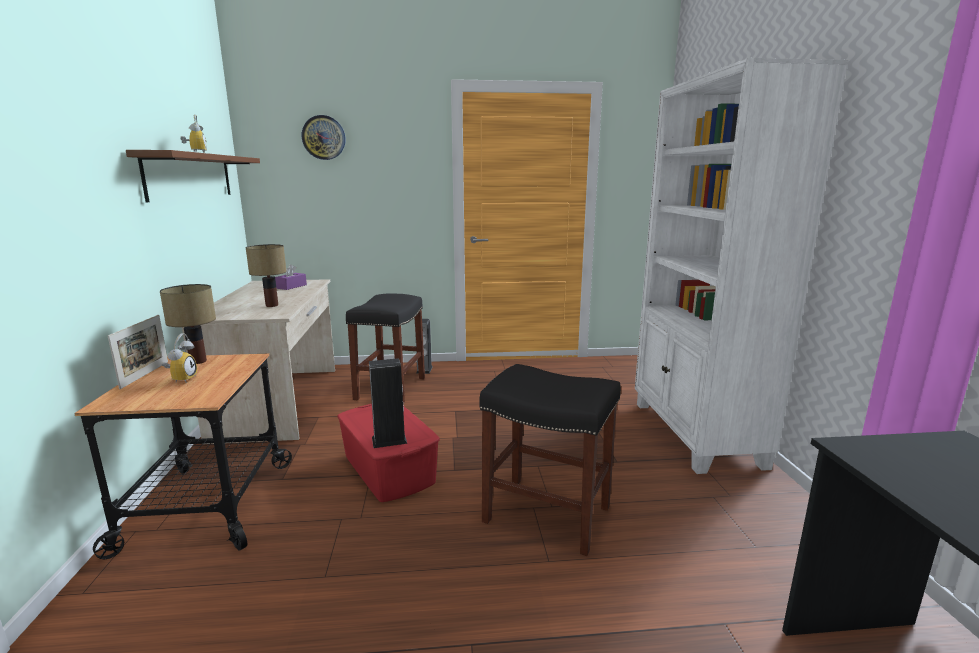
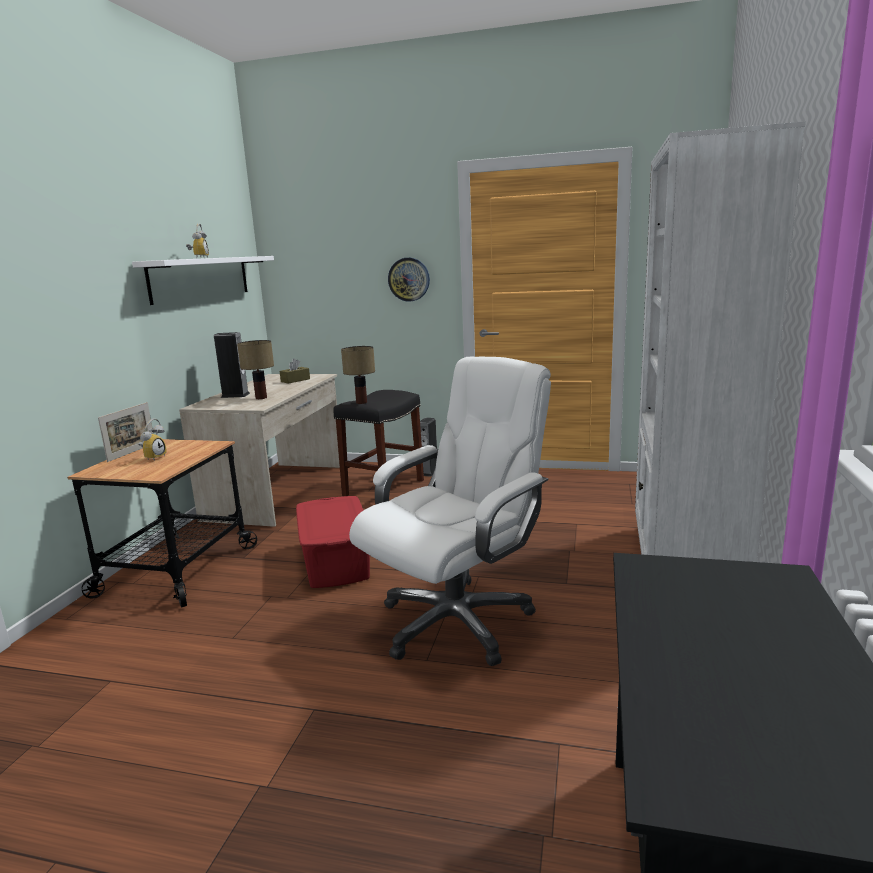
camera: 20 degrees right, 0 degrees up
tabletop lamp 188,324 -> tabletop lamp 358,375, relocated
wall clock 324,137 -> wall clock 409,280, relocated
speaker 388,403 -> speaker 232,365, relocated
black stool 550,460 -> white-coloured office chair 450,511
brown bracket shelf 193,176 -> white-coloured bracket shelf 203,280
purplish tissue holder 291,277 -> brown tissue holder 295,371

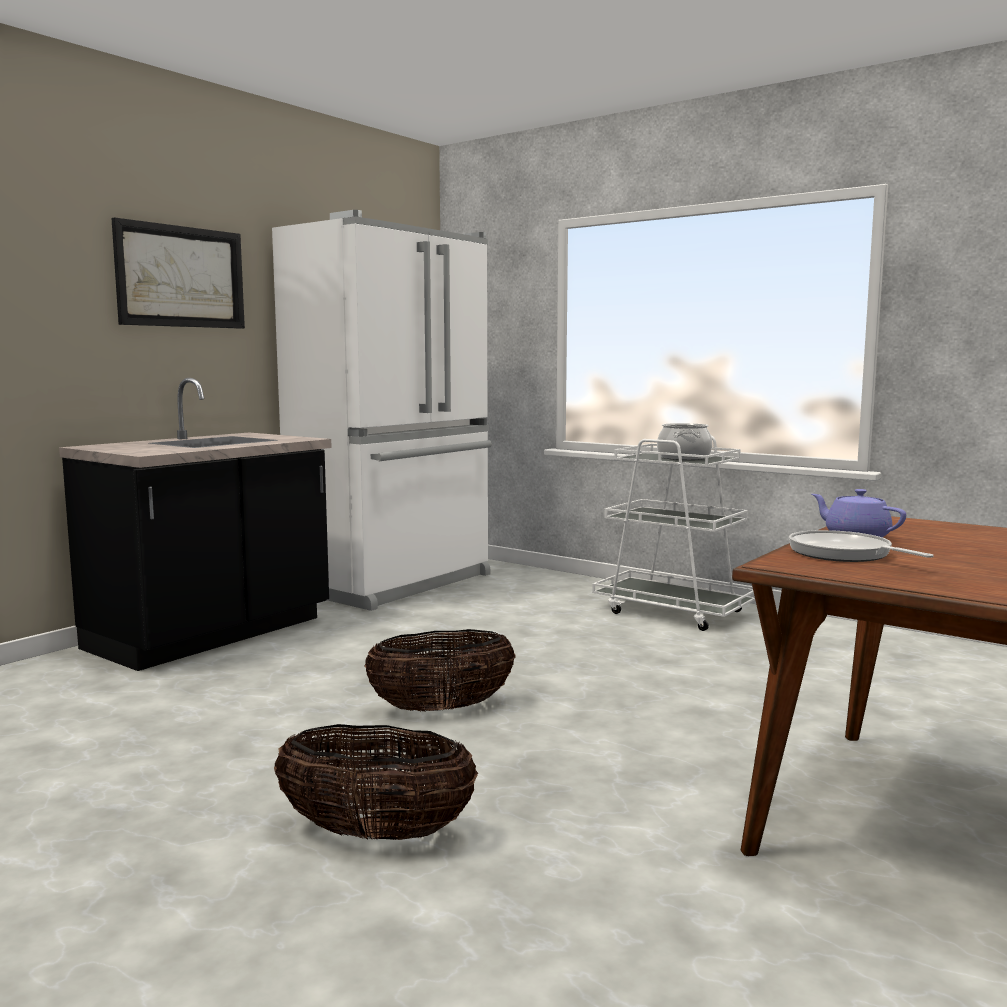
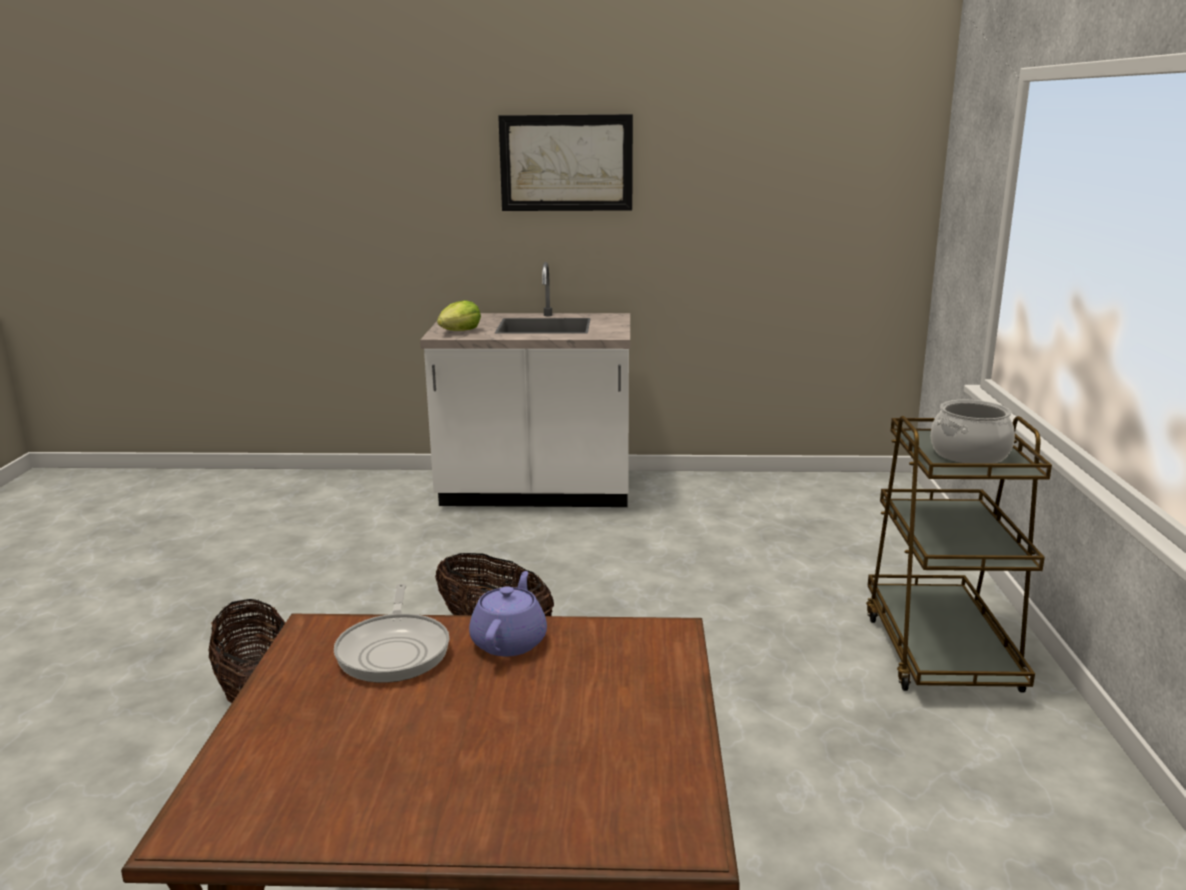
camera: 55 degrees right, 10 degrees up
white-coloured refrigerator 382,410 -> none
none -> lettuce 459,315
black kitchen base unit 195,524 -> white-coloured kitchen base unit 525,384
white-coloured cart 673,533 -> brown cart 959,554
pan 861,546 -> pan 391,633, 150 degrees clockwise

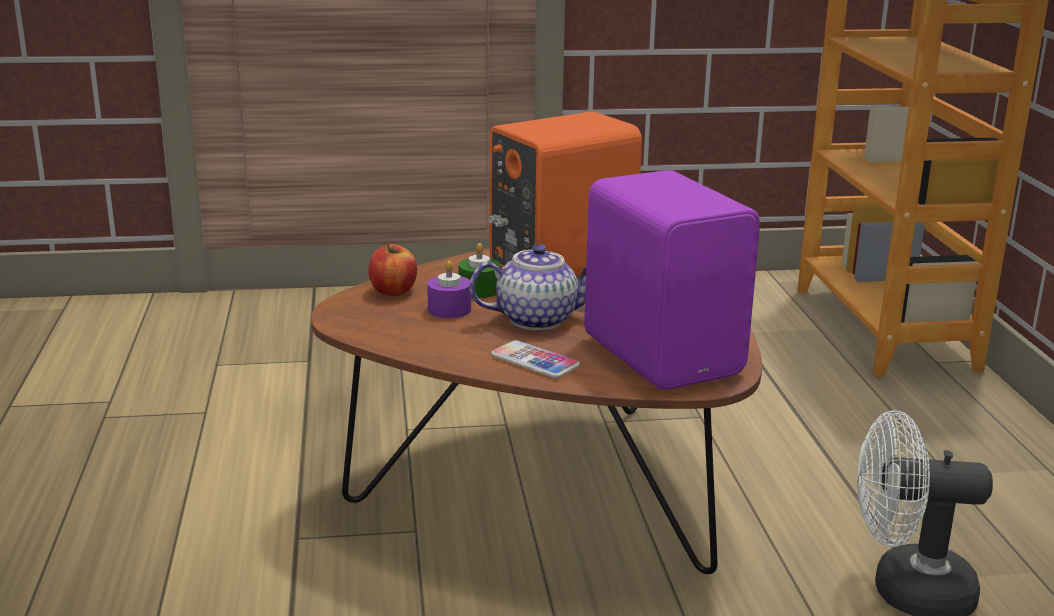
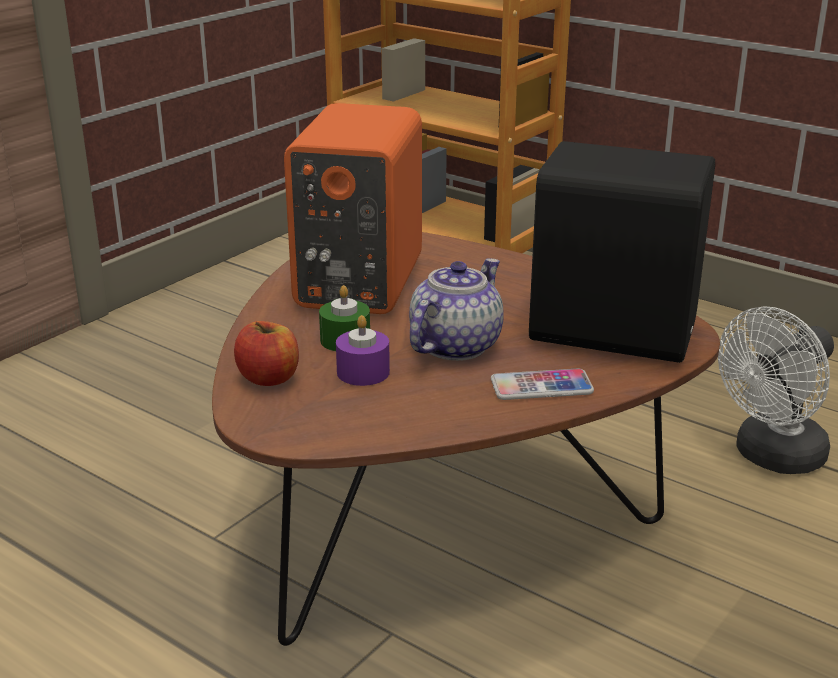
camera: 45 degrees left, 5 degrees up
purplish speaker 672,280 -> black speaker 622,252

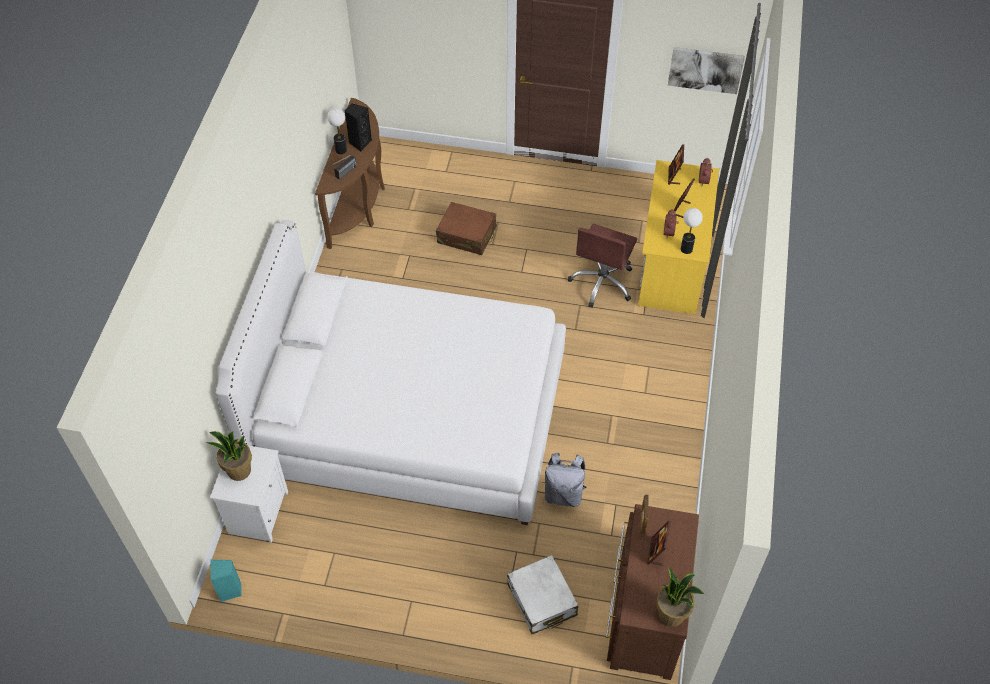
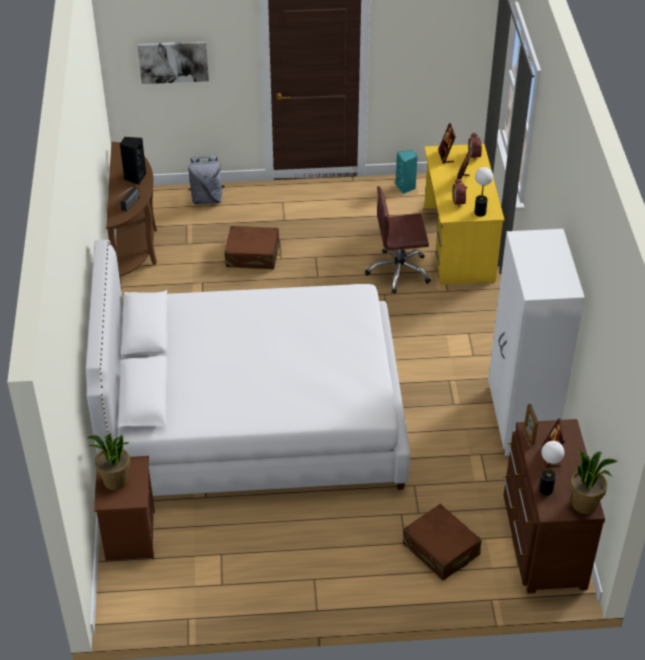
camera: 15 degrees left, 10 degrees down
none -> white-coloured clothes cupboard 536,342
blue-green speaker 226,580 -> blue-green speaker 406,172, relocated
tabletop lamp 337,131 -> tabletop lamp 551,468, relocated
greyish backpack 564,480 -> greyish backpack 206,180, relocated
wall art 706,70 -> wall art 173,62, relocated
white-coloured nightstand 249,494 -> brown nightstand 124,508
white-coloured suitcase 542,594 -> brown suitcase 442,542
brown office chair 602,266 -> brown office chair 398,240, 75 degrees clockwise

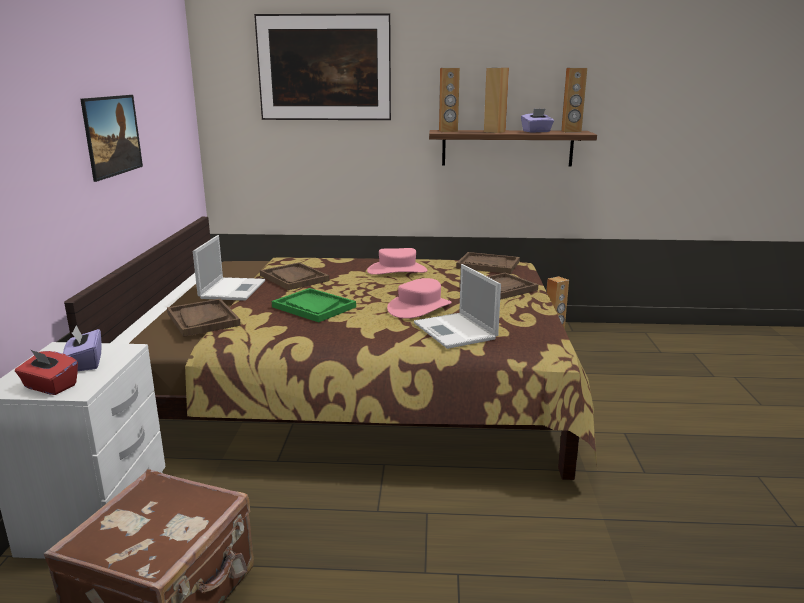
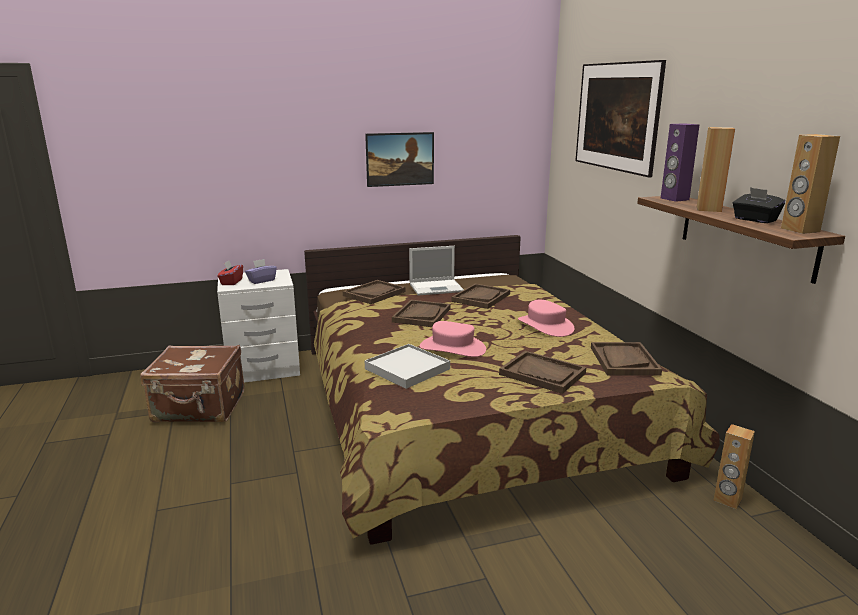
camera: 70 degrees right, 0 degrees up
laptop 457,306 -> white-coloured tray 407,366
green-coloured tray 314,305 -> brown tray 421,313
brown speaker 449,100 -> purplish speaker 680,162
purplish tissue holder 537,121 -> black tissue holder 759,205

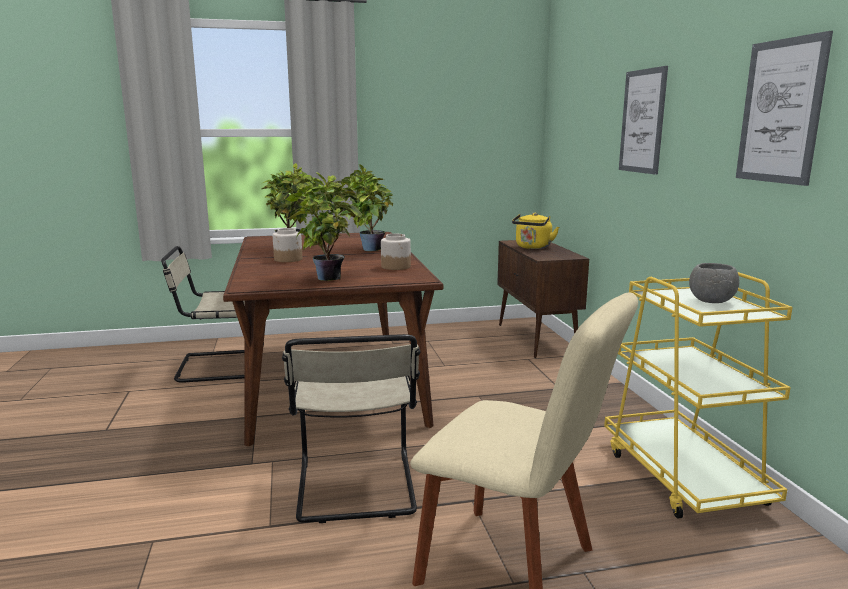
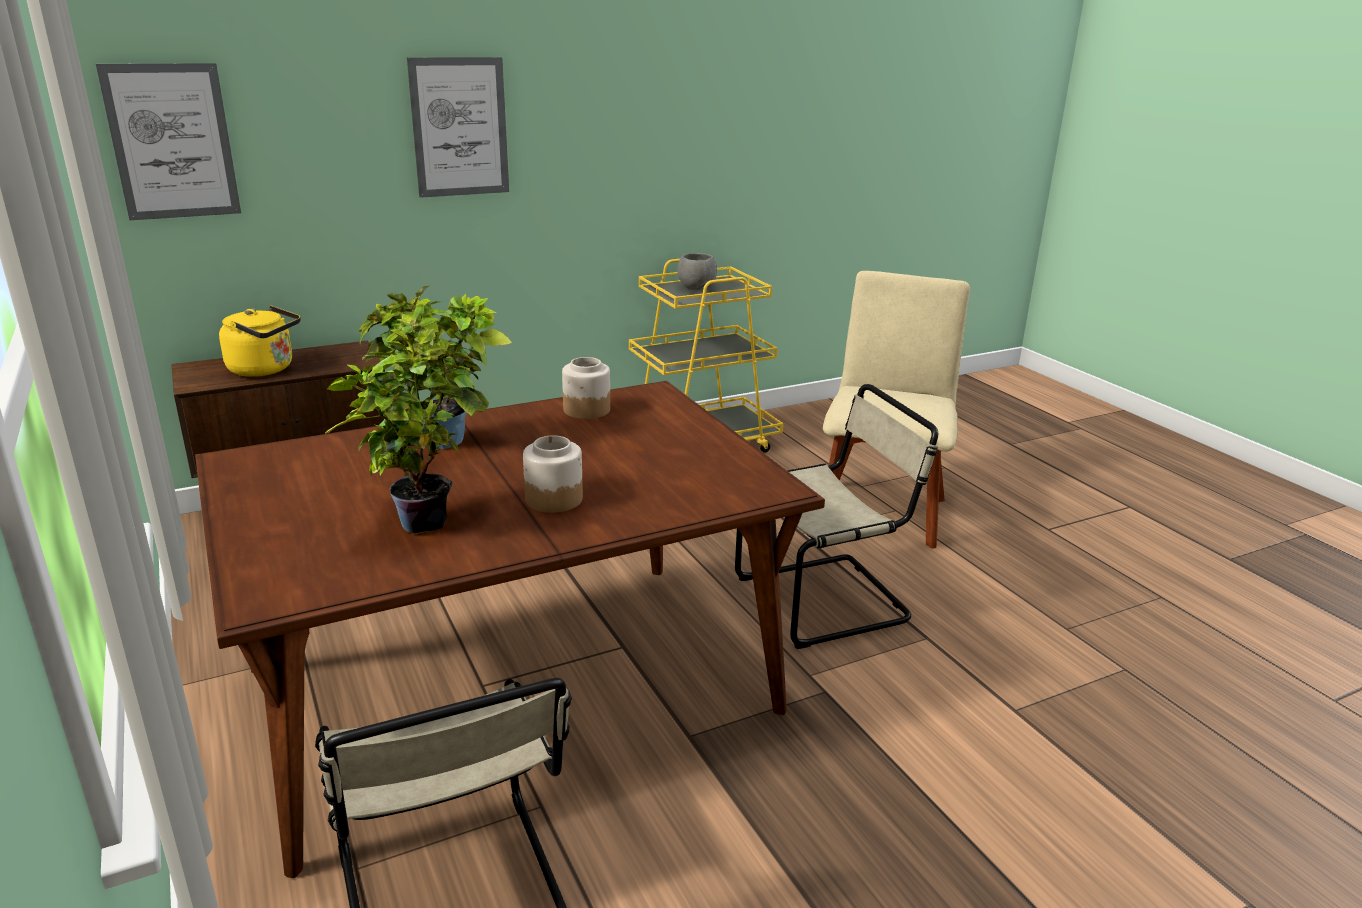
camera: 105 degrees left, 10 degrees up
potted plant 324,226 -> none
wall art 784,108 -> wall art 168,141, relocated

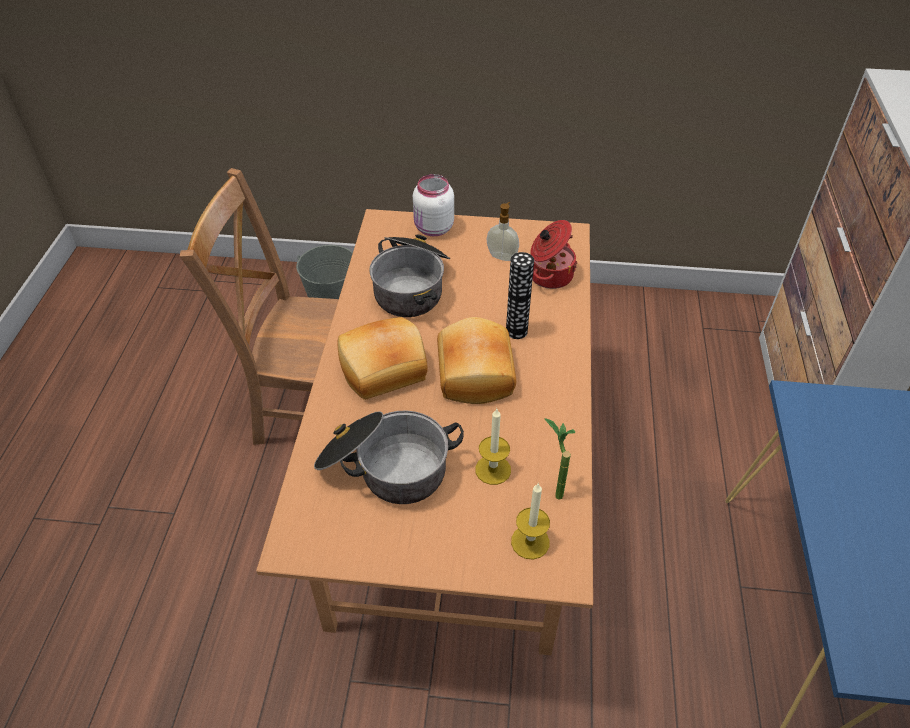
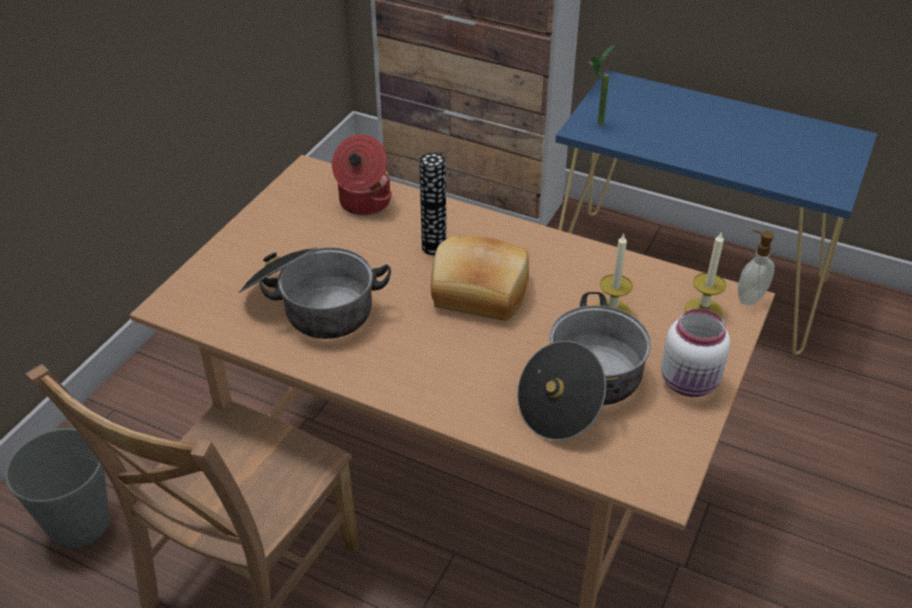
camera: 70 degrees left, 5 degrees down
baked bread 383,358 -> none
white-coloured storage jar 433,205 -> white-coloured storage jar 695,353, relocated
soap bottle 503,231 -> soap bottle 756,267, relocated
potted plant 559,459 -> potted plant 601,85, relocated

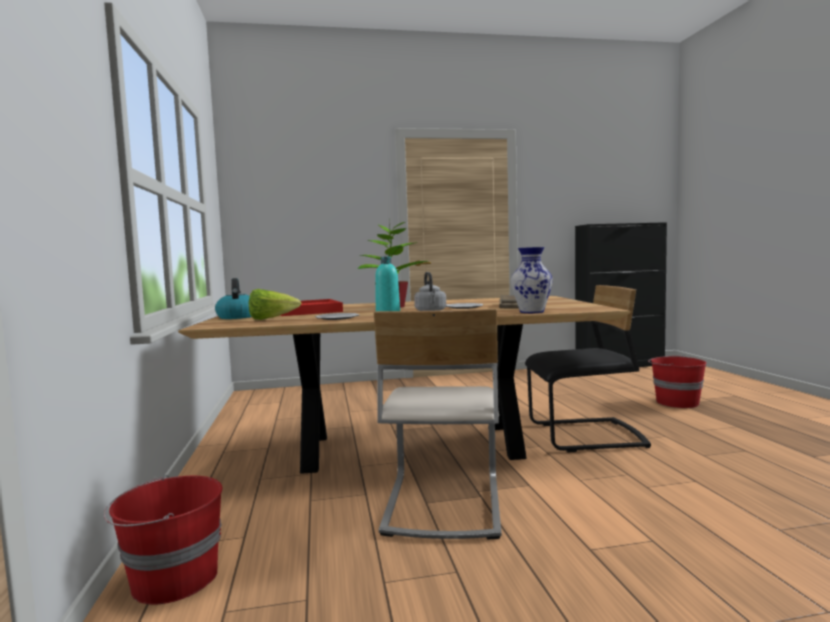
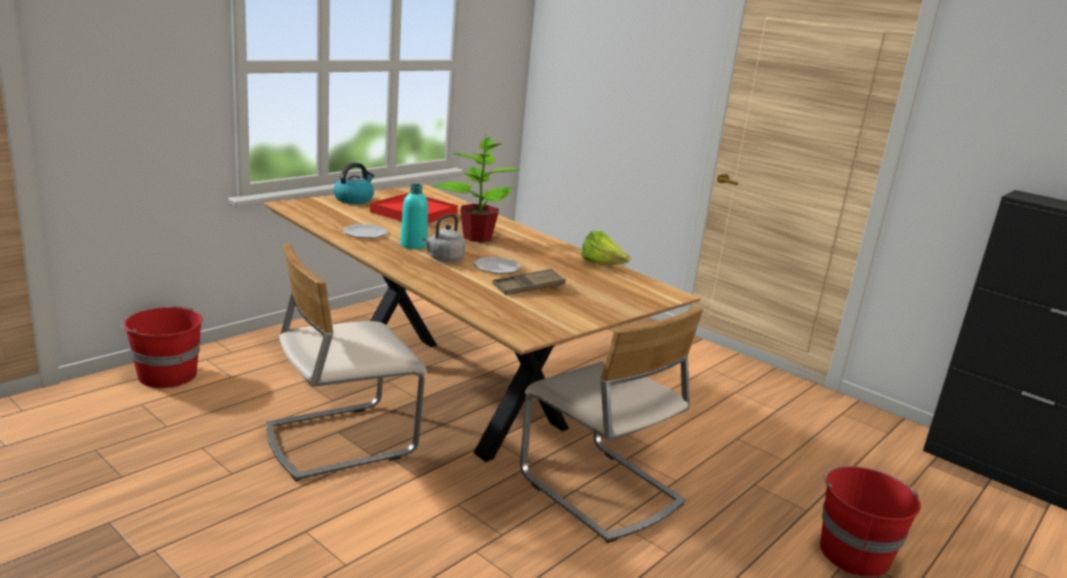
camera: 50 degrees right, 15 degrees up
vase 532,280 -> none
lettuce 275,304 -> lettuce 605,248, relocated
black plain chair 588,368 -> beige-coloured plain chair 611,425

